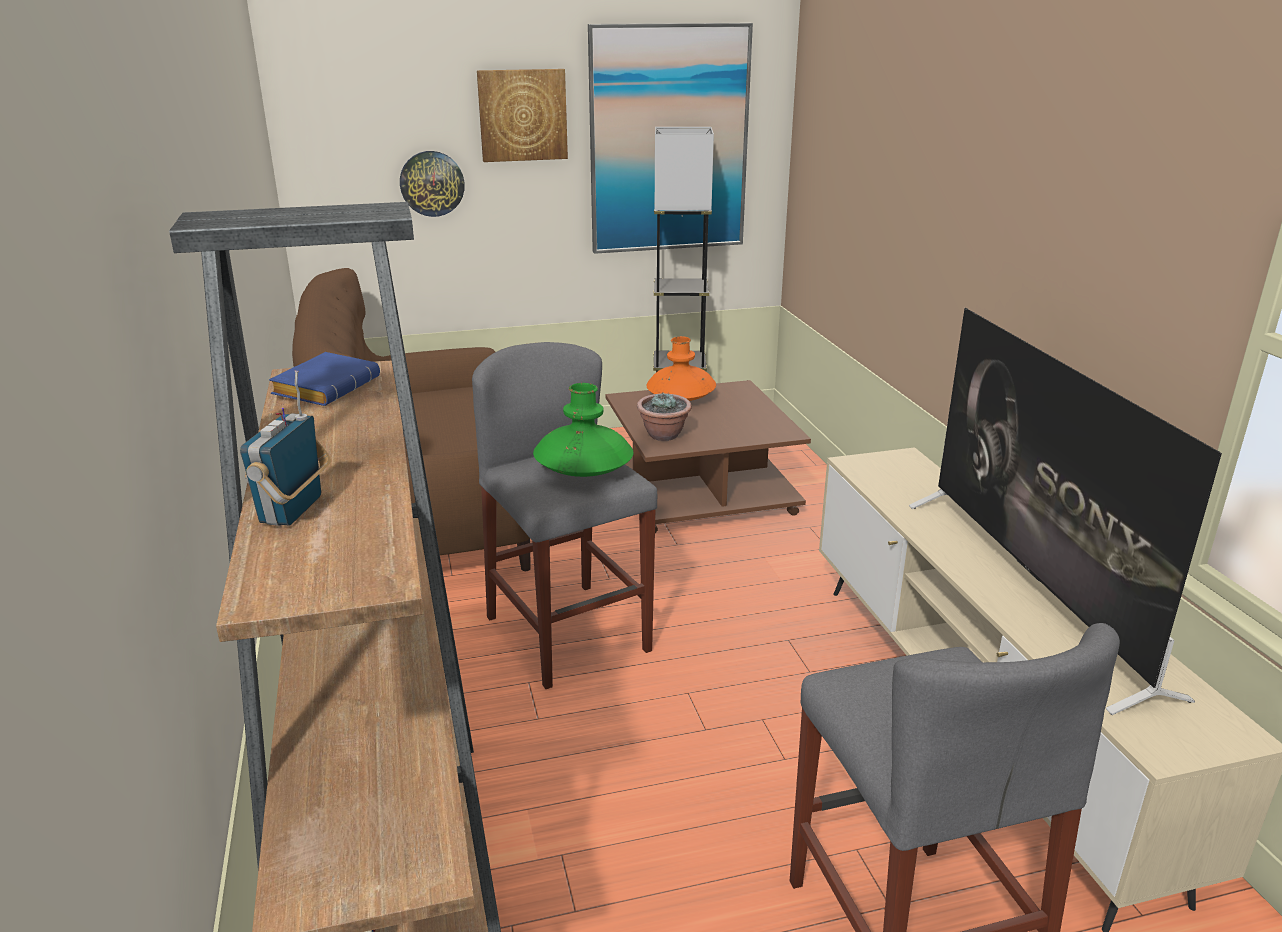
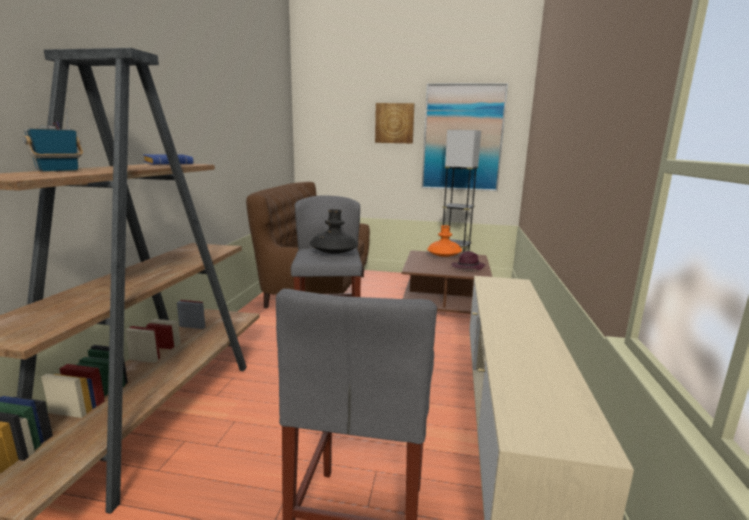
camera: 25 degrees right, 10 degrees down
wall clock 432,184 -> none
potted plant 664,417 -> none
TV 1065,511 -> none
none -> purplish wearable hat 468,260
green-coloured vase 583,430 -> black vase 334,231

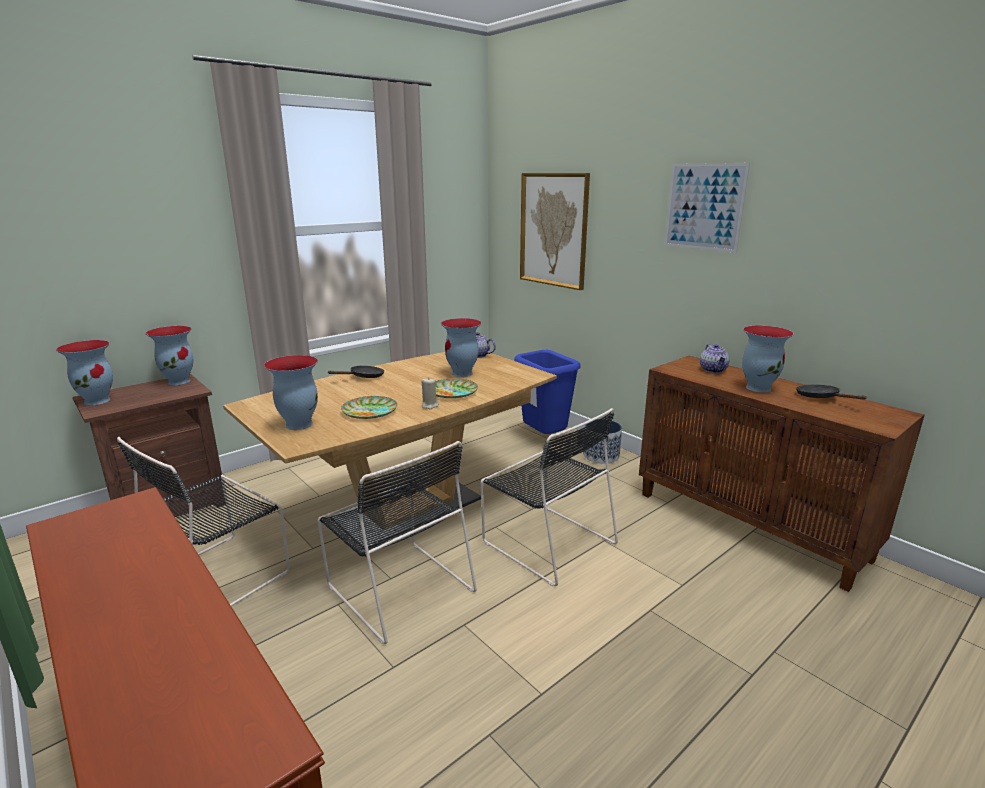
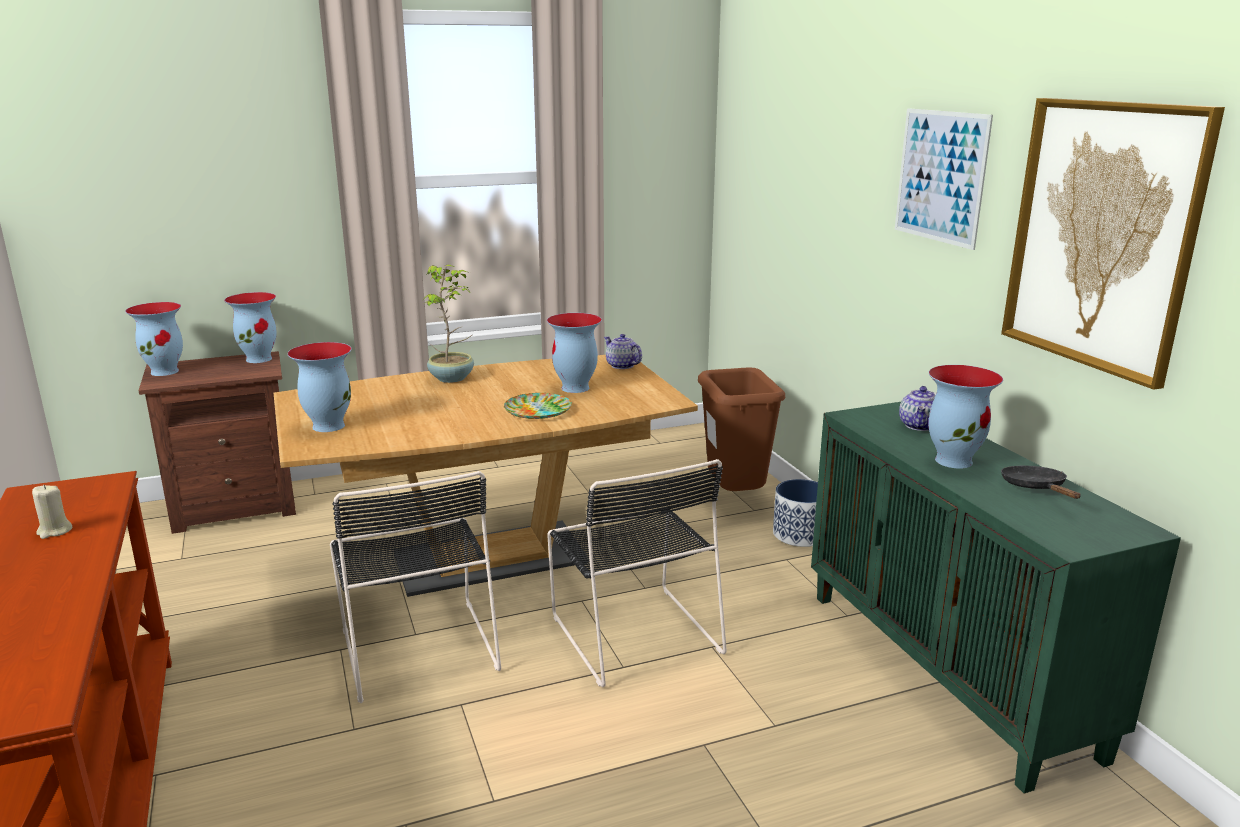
camera: 20 degrees right, 0 degrees up
black plain chair 203,521 -> none
plate 369,407 -> none
beige-coloured wax candle 430,393 -> beige-coloured wax candle 52,512, relocated
wall art 555,231 -> wall art 1113,244, relocated
black pan 356,372 -> potted plant 447,323
blue rubbish bin 547,392 -> brown rubbish bin 741,429
brown storage cabinet 781,474 -> green-coloured storage cabinet 996,598

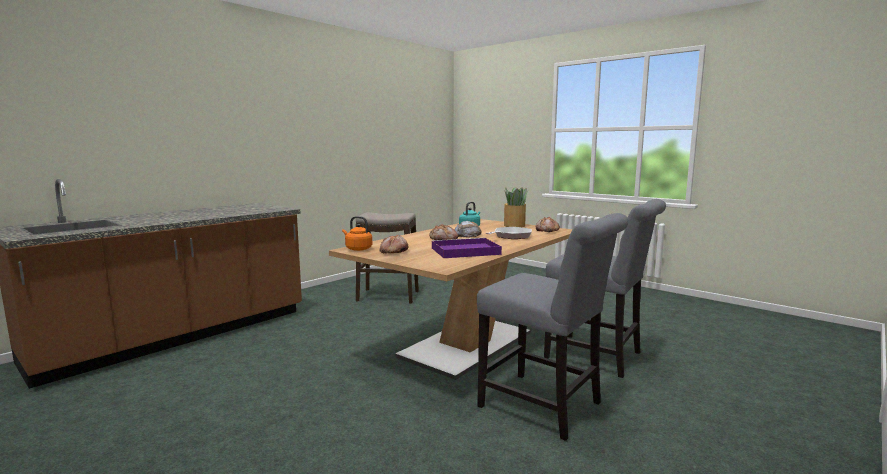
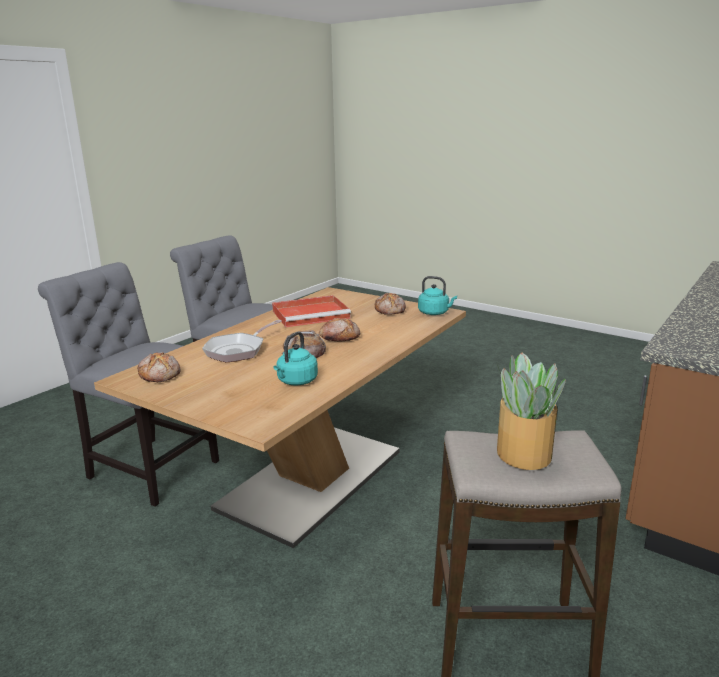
camera: 175 degrees right, 10 degrees up
potted plant 516,207 -> potted plant 531,411, relocated
orangey tea kettle 357,233 -> blue-green tea kettle 437,295
purplish tray 467,248 -> reddish tray 311,311

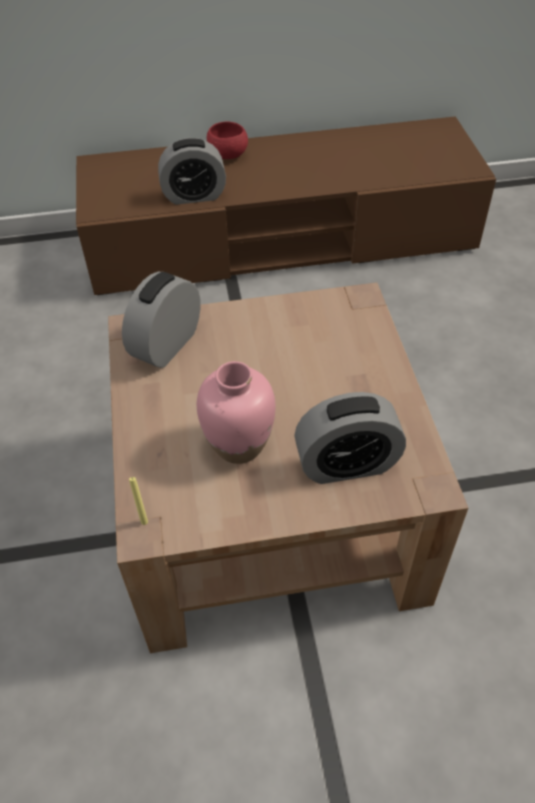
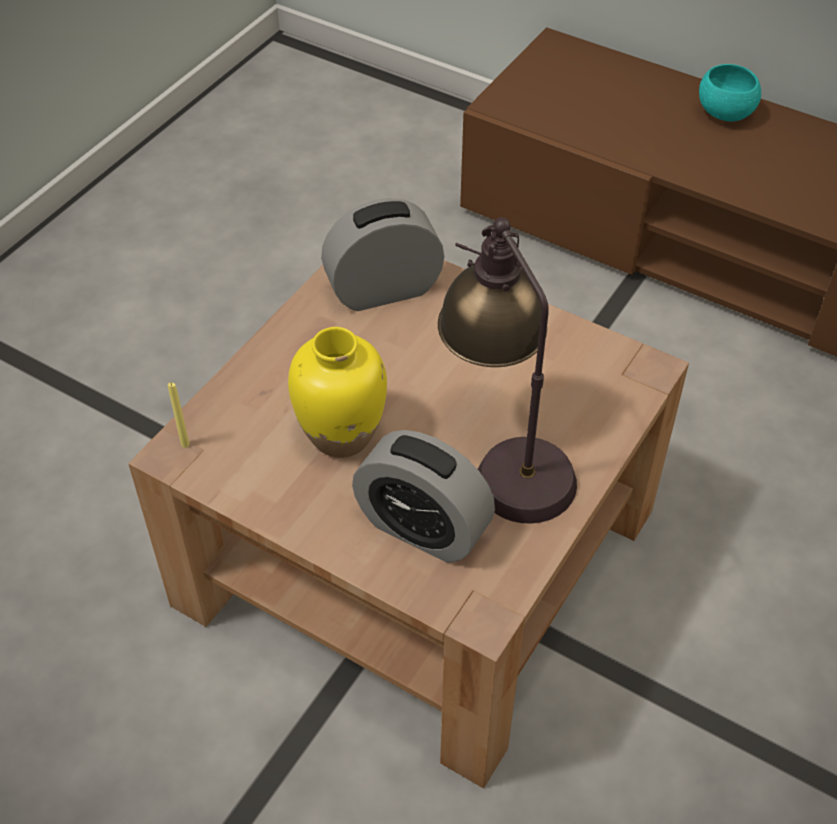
camera: 40 degrees right, 0 degrees up
table clock 192,171 -> none
none -> tabletop lamp 507,370
pink vase 236,412 -> yellowish vase 337,392
reddish serving bowl 227,140 -> blue-green serving bowl 730,93

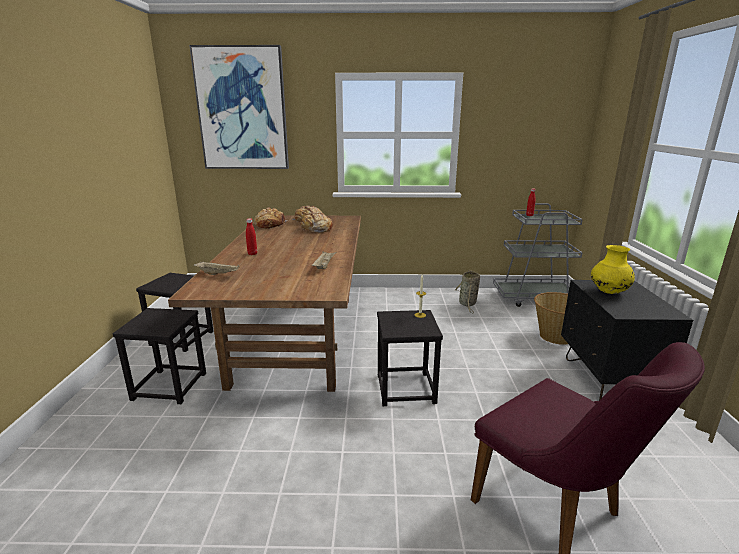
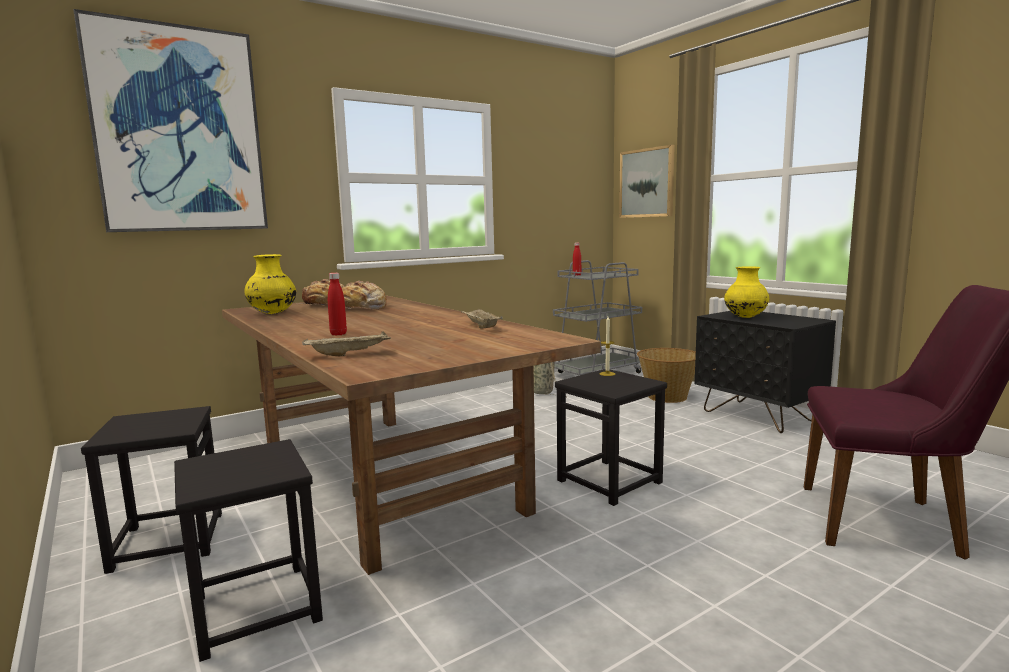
camera: 35 degrees left, 10 degrees down
none -> wall art 647,181
baked bread 271,218 -> yellowish vase 270,284

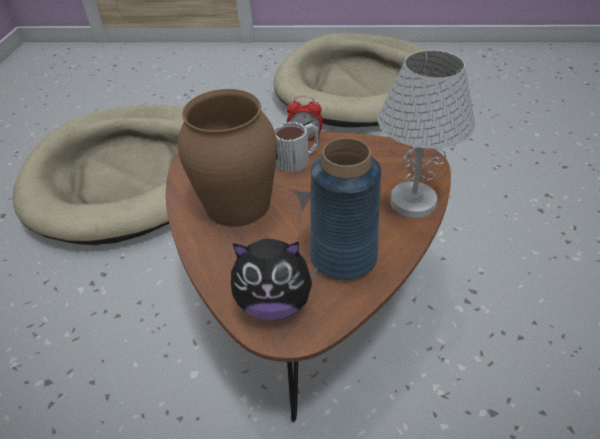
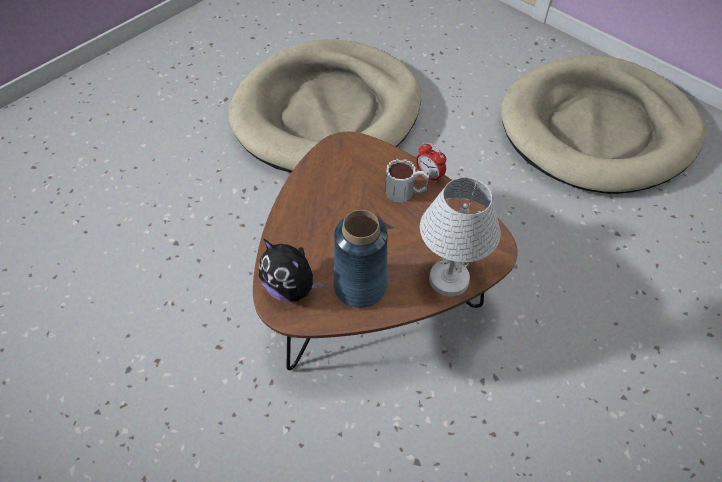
camera: 35 degrees right, 10 degrees up
brown vase 227,158 -> none

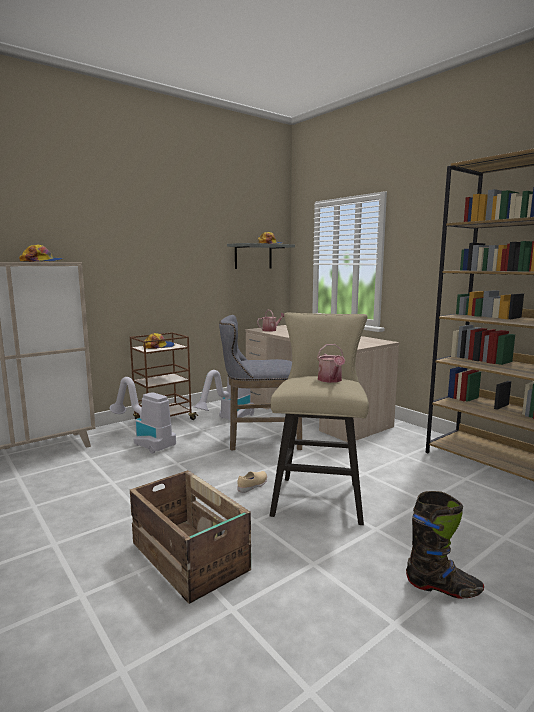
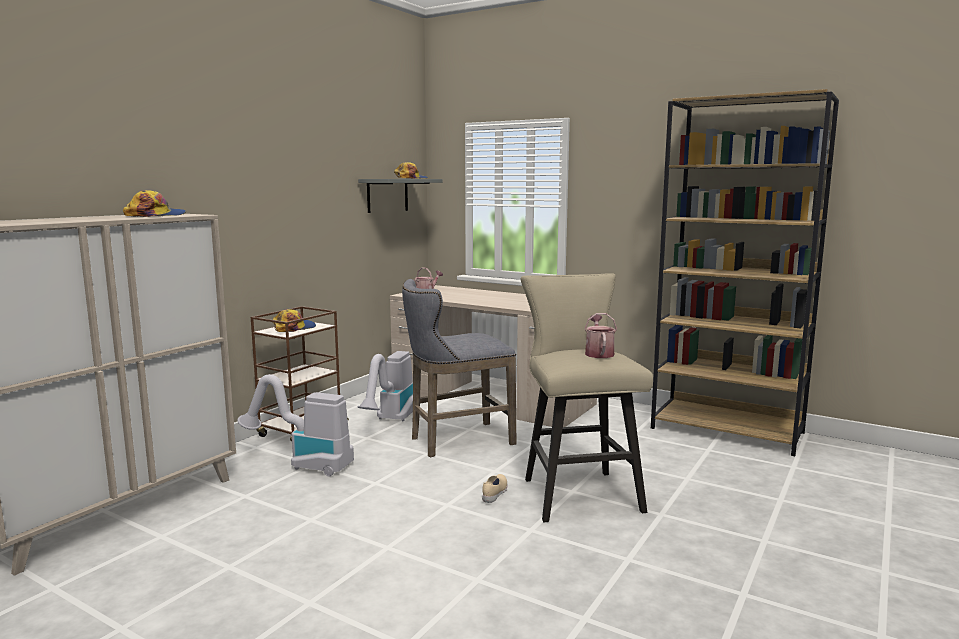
camera: 20 degrees left, 0 degrees up
crate 190,537 -> none
black tall boot 445,545 -> none
watering can 331,363 -> watering can 600,335, 150 degrees counterclockwise

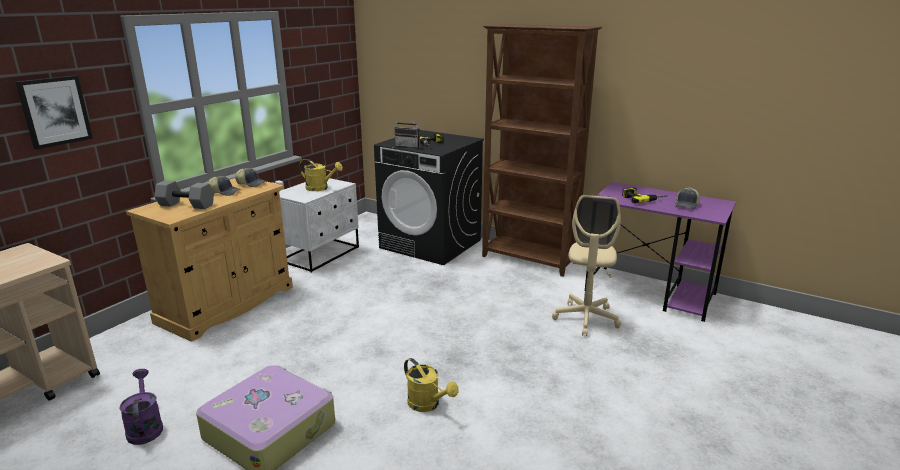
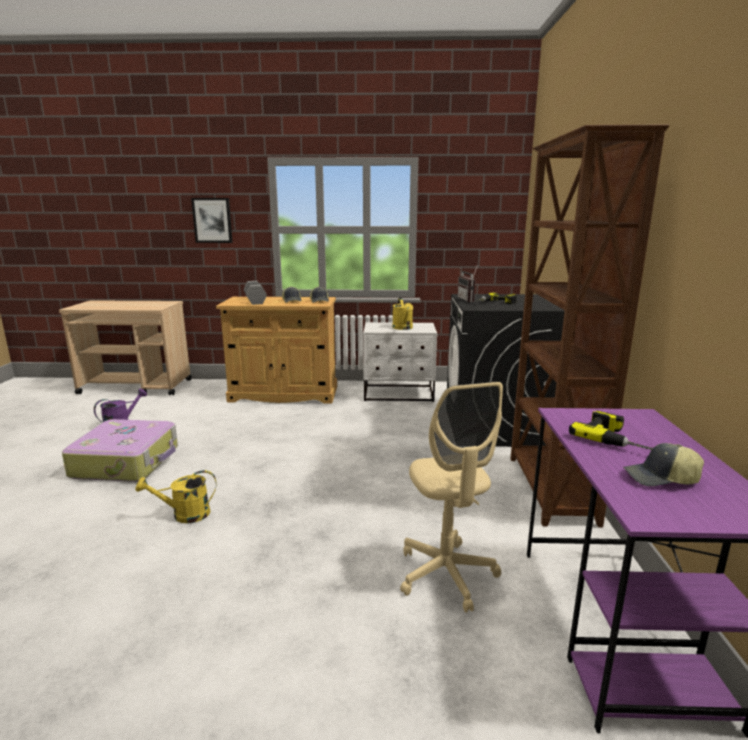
camera: 60 degrees right, 5 degrees down
yellowish watering can 431,385 -> yellowish watering can 175,496, 60 degrees clockwise
beige-coloured office chair 586,265 -> beige-coloured office chair 451,497, 90 degrees counterclockwise

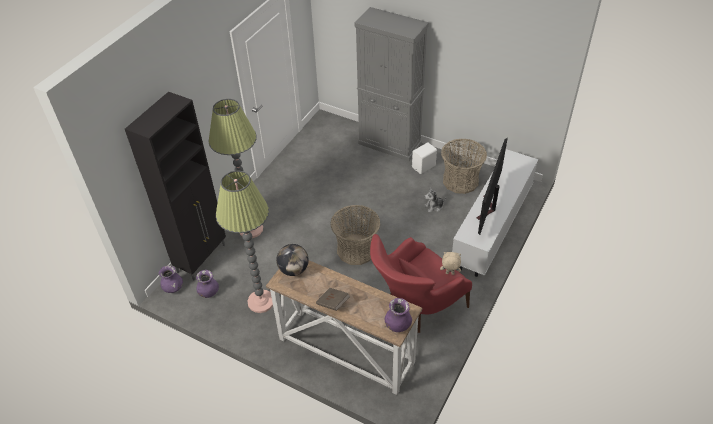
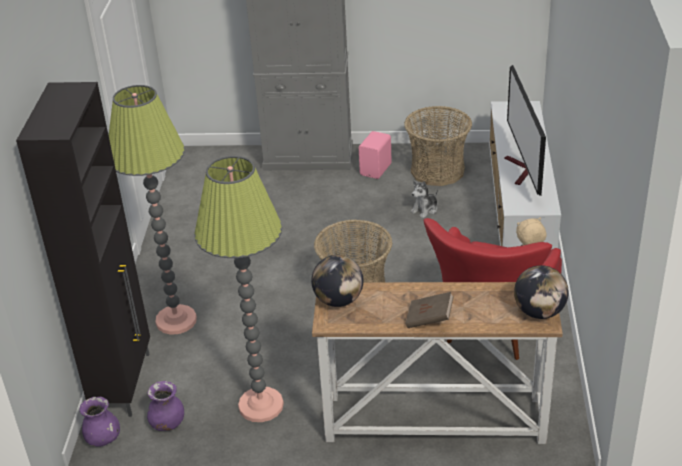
camera: 25 degrees left, 10 degrees down
purplish vase 398,315 -> desk globe 541,292
white-coloured speaker 424,158 -> pink speaker 375,155

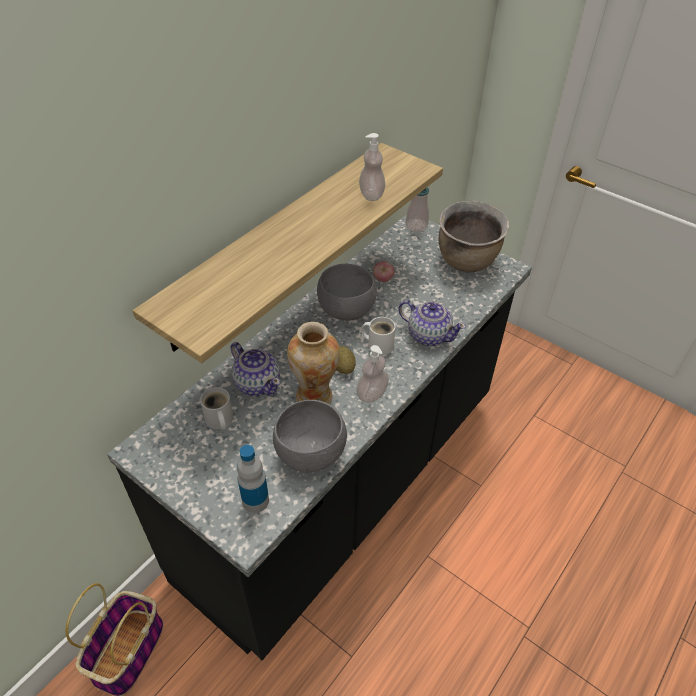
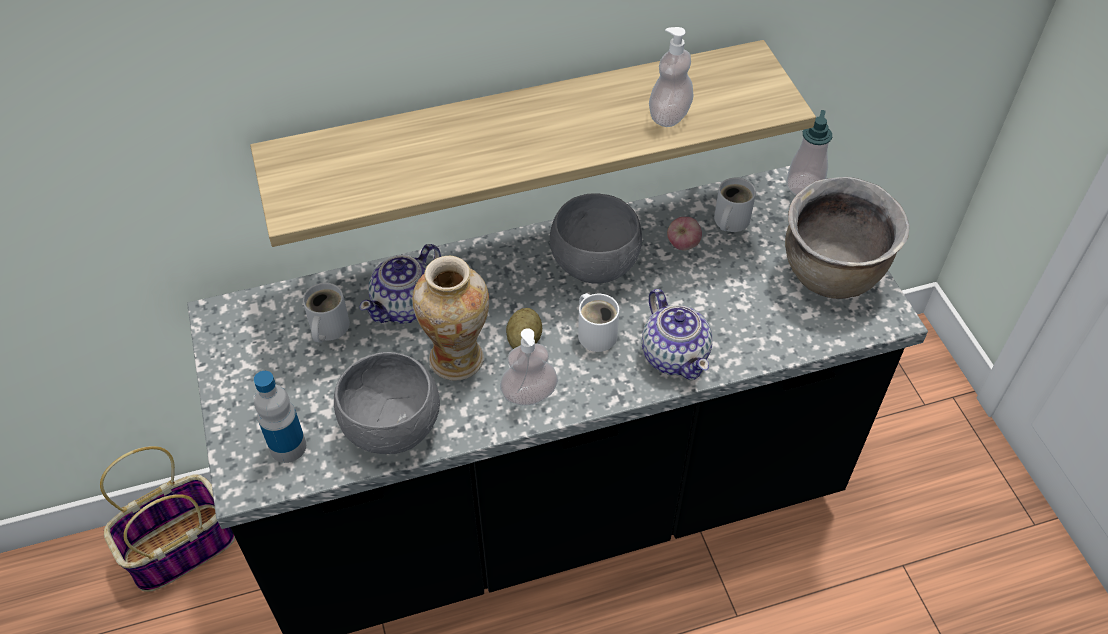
camera: 35 degrees right, 5 degrees up
none -> white-coloured mug 735,205
teapot 255,369 -> teapot 400,284, 45 degrees clockwise

